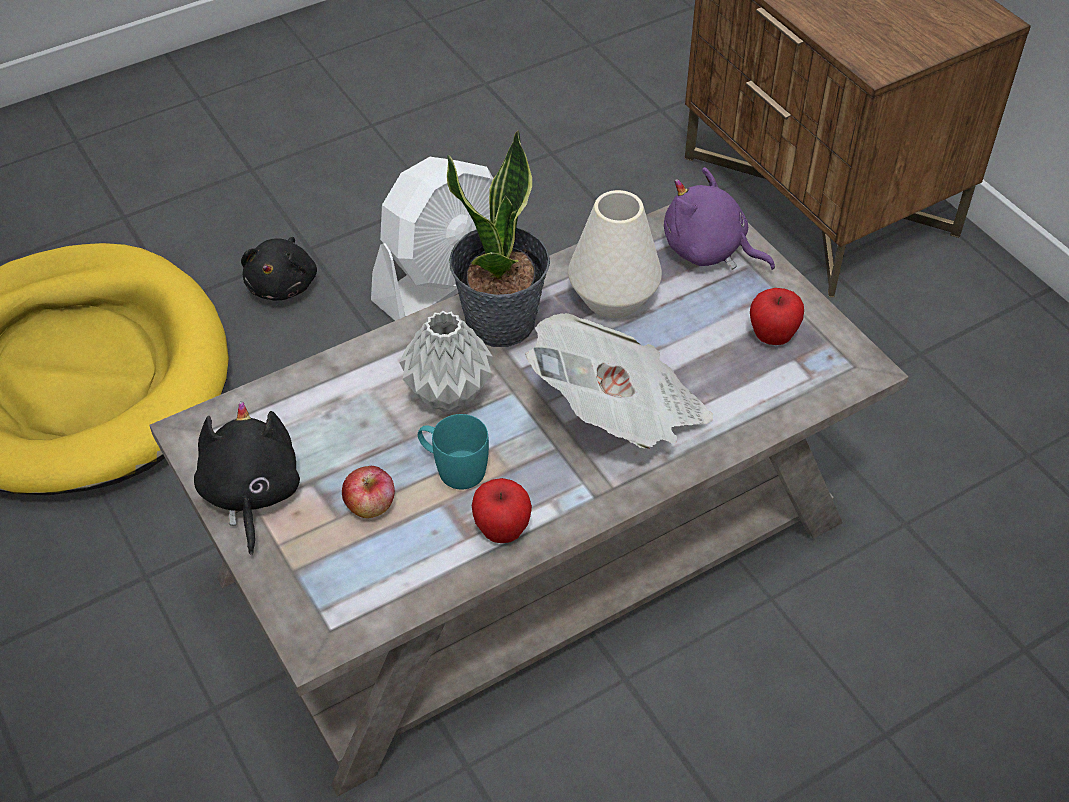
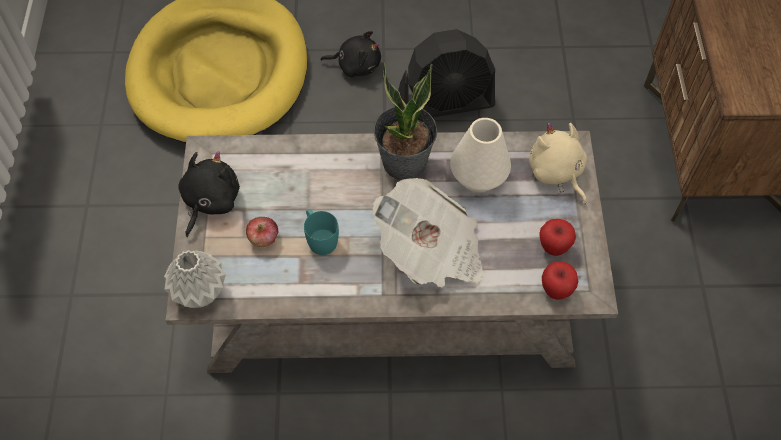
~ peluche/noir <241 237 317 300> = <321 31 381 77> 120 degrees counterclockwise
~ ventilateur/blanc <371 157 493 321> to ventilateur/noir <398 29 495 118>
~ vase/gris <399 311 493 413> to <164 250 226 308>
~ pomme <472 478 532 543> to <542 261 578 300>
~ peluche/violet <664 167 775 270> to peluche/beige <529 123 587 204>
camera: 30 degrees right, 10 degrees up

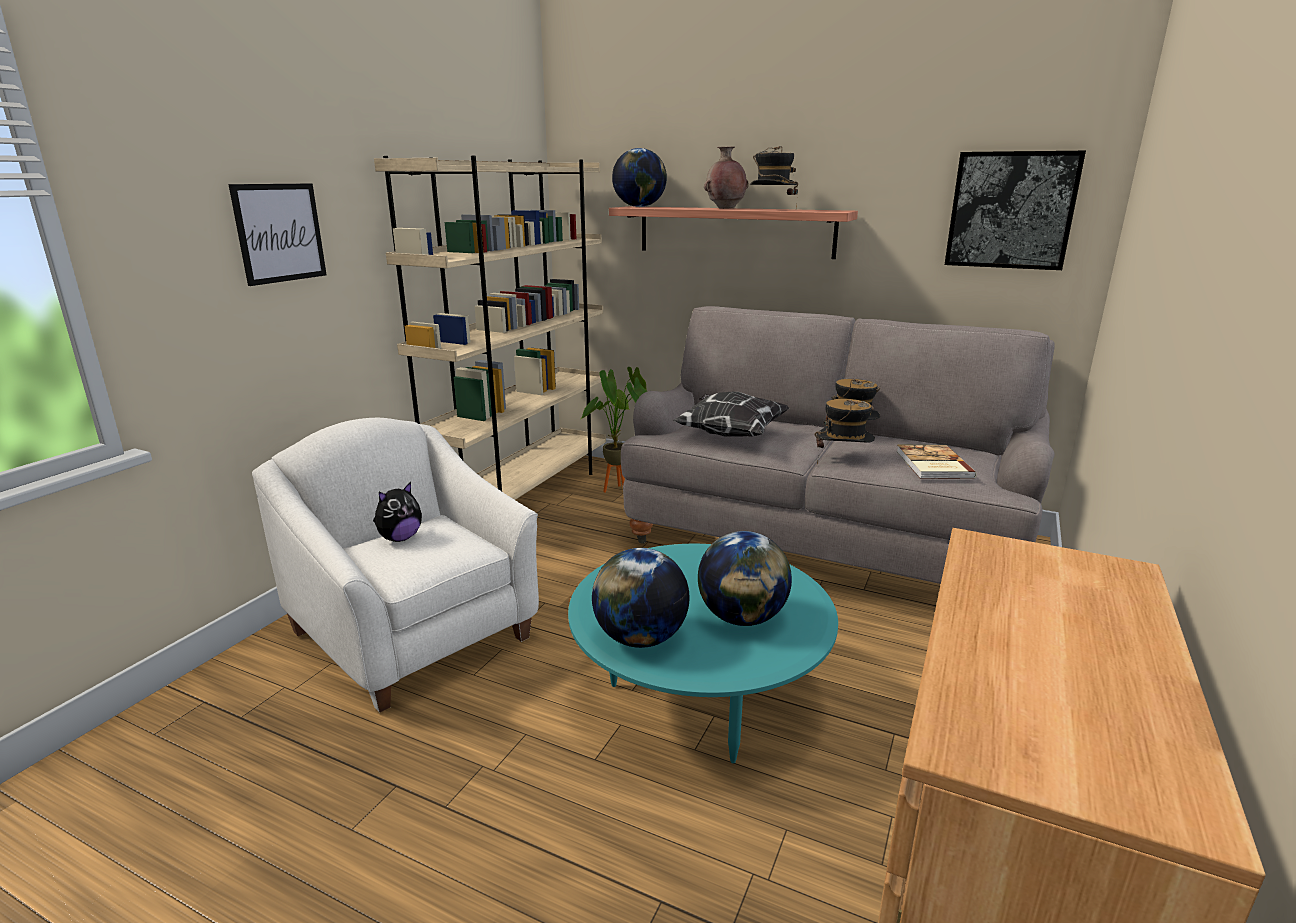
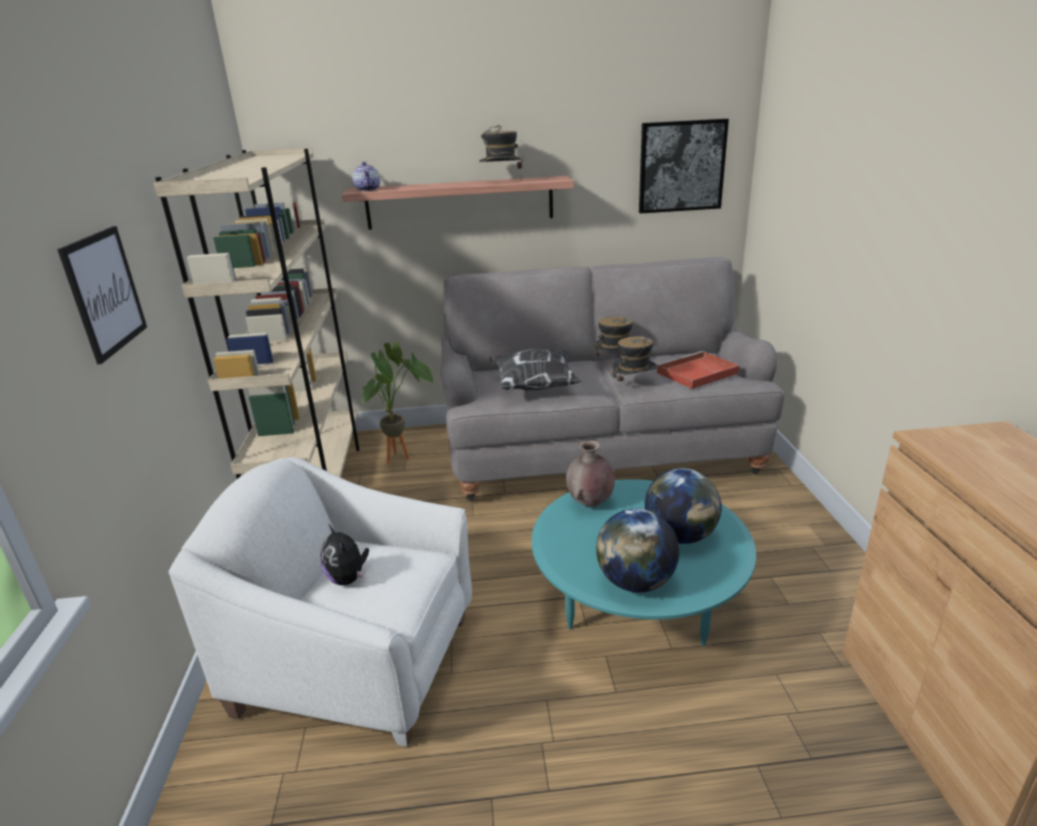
~ peluche <373 482 422 542> = <321 525 369 585> 135 degrees clockwise
~ globe <612 148 667 207> to théière <352 162 380 191>
~ vase/marron <704 147 749 209> to <566 440 615 507>
~ livre <896 445 976 479> to plateau/rouge <657 351 739 389>
camera: 30 degrees left, 5 degrees up

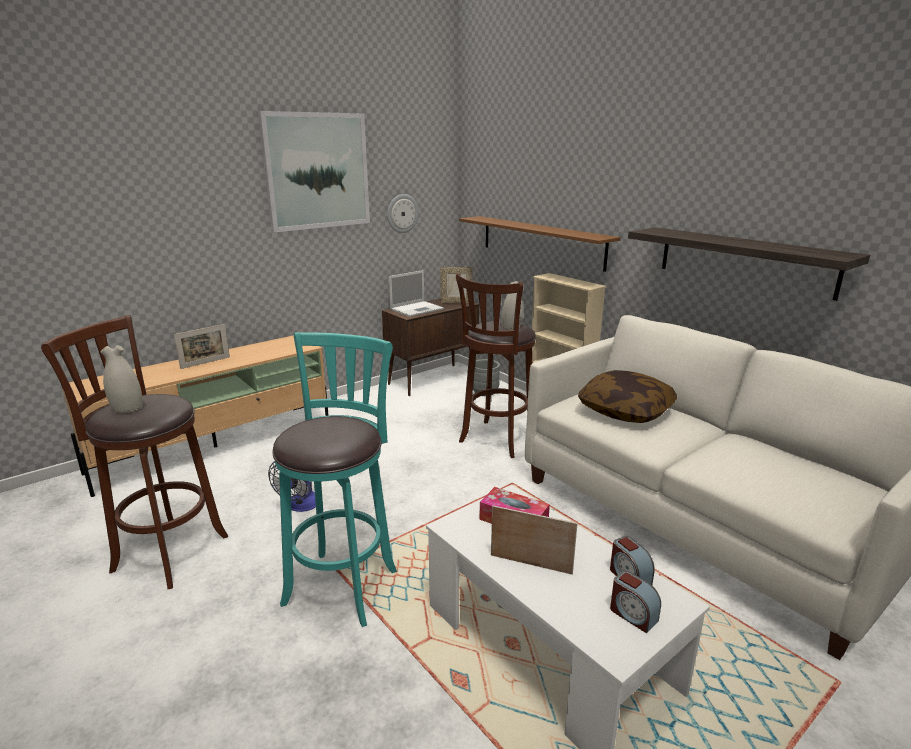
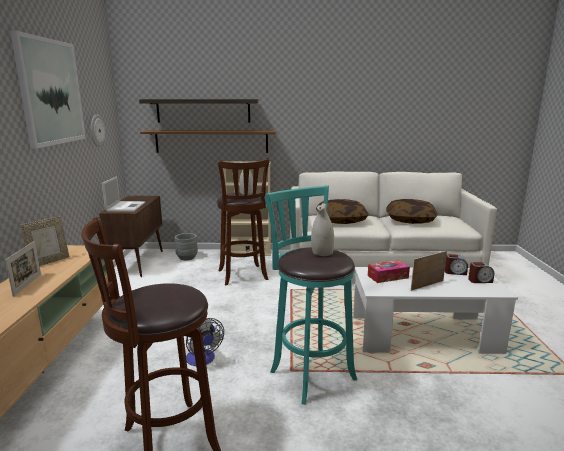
~ vase/blanc <100 345 143 414> to <311 203 334 256>
~ cadre photo <440 267 472 303> to <20 216 69 266>
~ étagère <628 227 870 301> to <139 99 258 123>
+ coussin <386 199 438 224>
camera: 50 degrees left, 5 degrees down

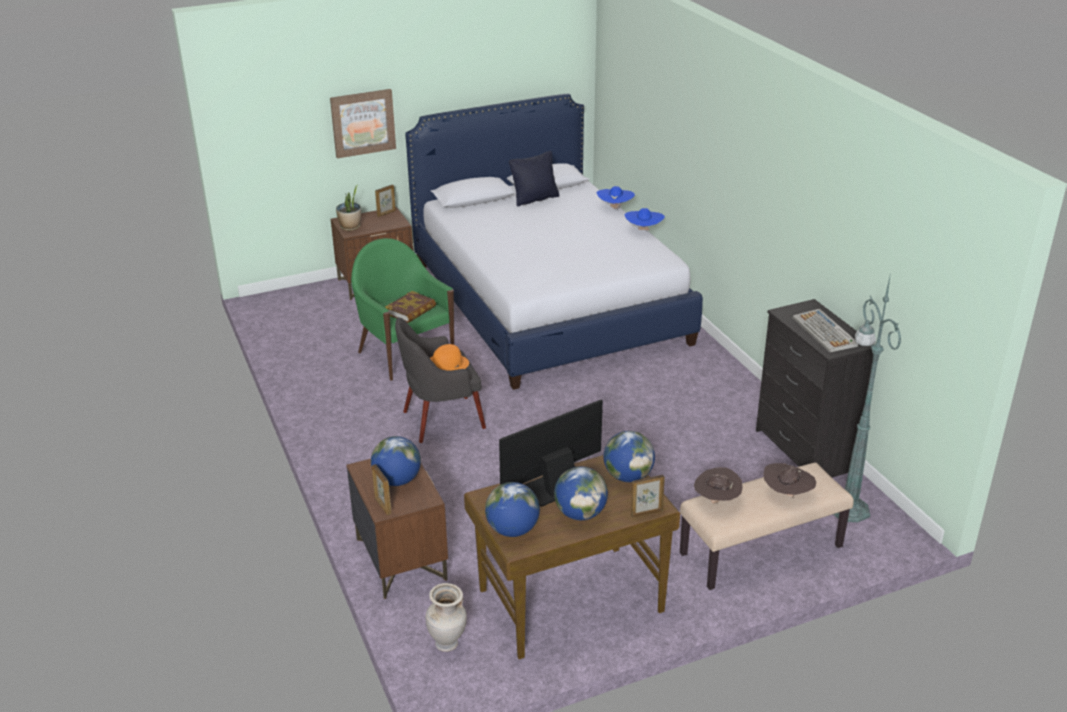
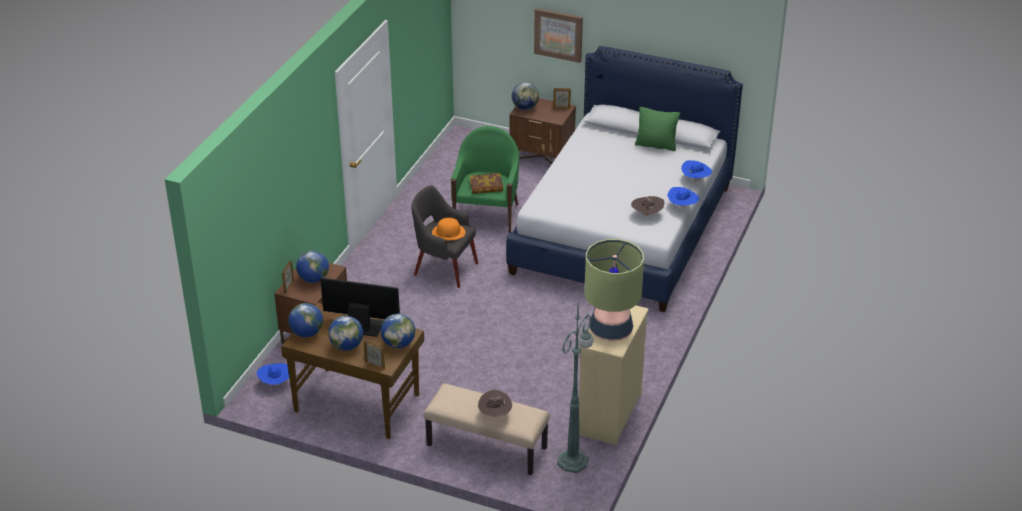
~ plante en pot <336 185 361 231> to globe <512 82 539 110>
~ vase/beige <425 583 467 652> to chapeau/bleu <256 363 289 385>
~ coussin/noir <509 151 559 207> to coussin/vert <635 107 680 151>
~ chapeau/marron <694 467 743 503> to <631 196 665 217>
~ commode/noir <756 299 875 478> to commode/beige <579 305 649 445>
~ clavier <793 309 858 352> to lampe de table <584 239 644 342>
camera: 45 degrees right, 5 degrees up

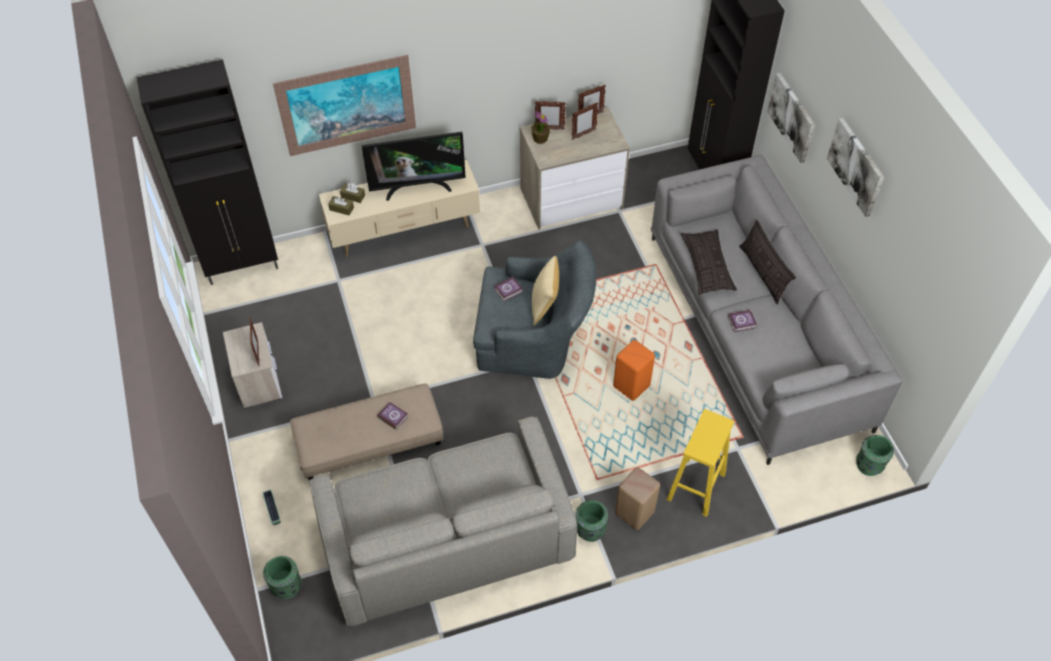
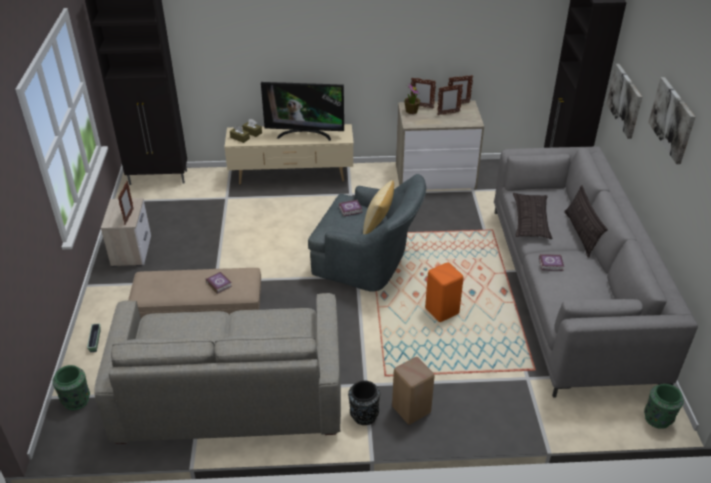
- tableau <273 55 416 156>
~ vase/vert <575 500 608 542> to vase/noir <348 380 380 425>
- tabouret/jaune <667 409 734 517>
camera: 15 degrees right, 15 degrees down

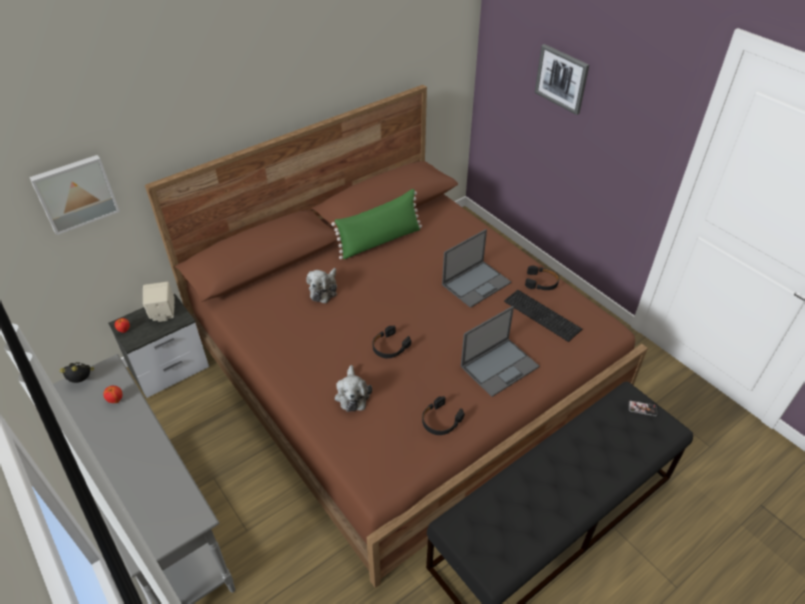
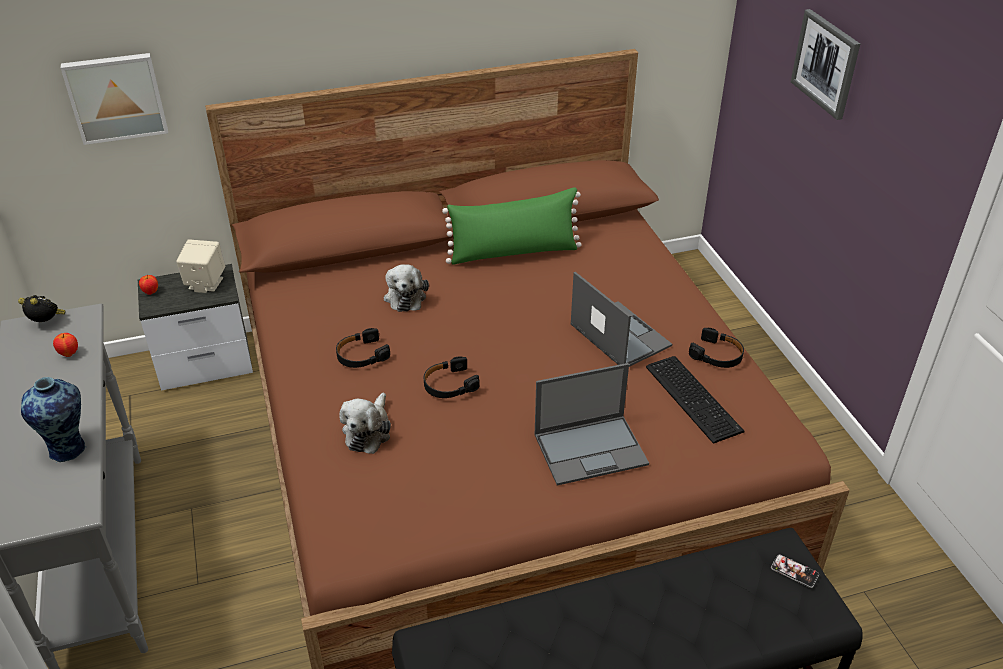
~ peluche <306 268 337 303> = <384 264 429 312> 45 degrees counterclockwise
~ casque audio/noir <422 396 465 435> to <336 328 390 368>
~ ordinateur portable <442 229 511 308> = <571 272 672 367> 105 degrees counterclockwise
+ vase <21 377 87 463>
camera: 20 degrees right, 5 degrees down

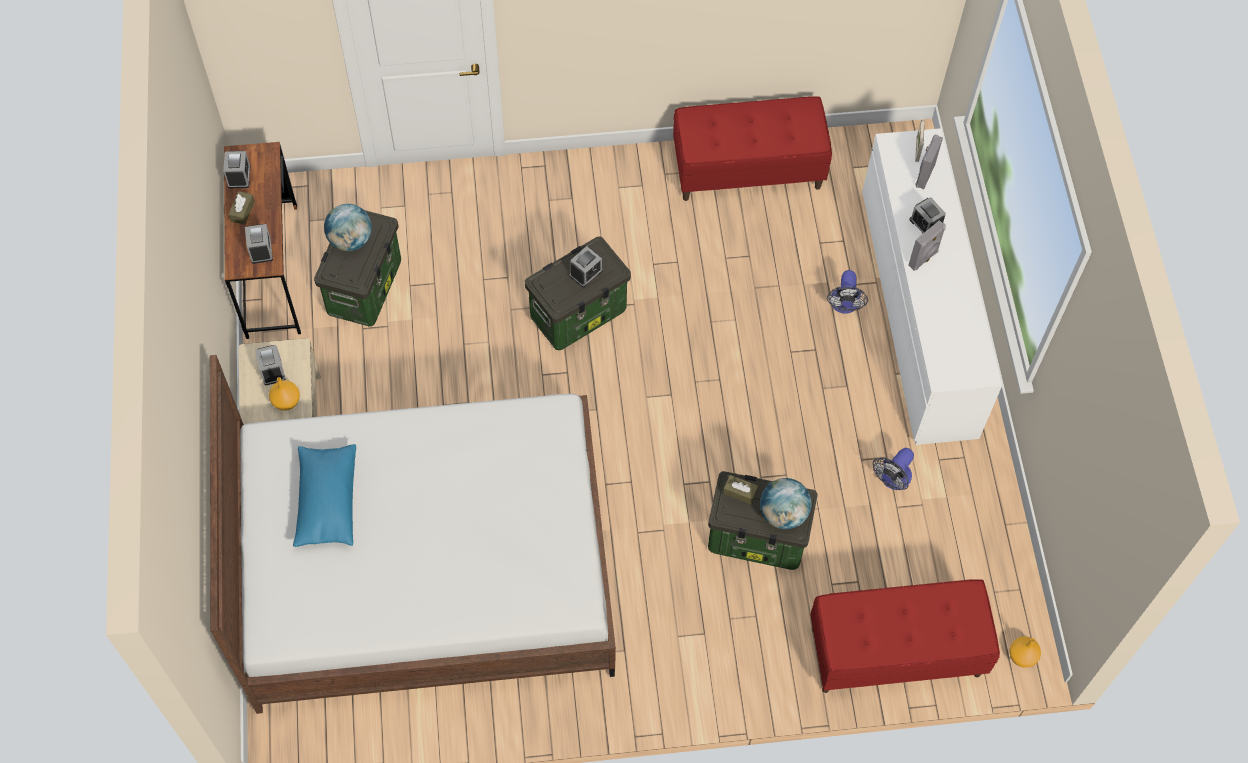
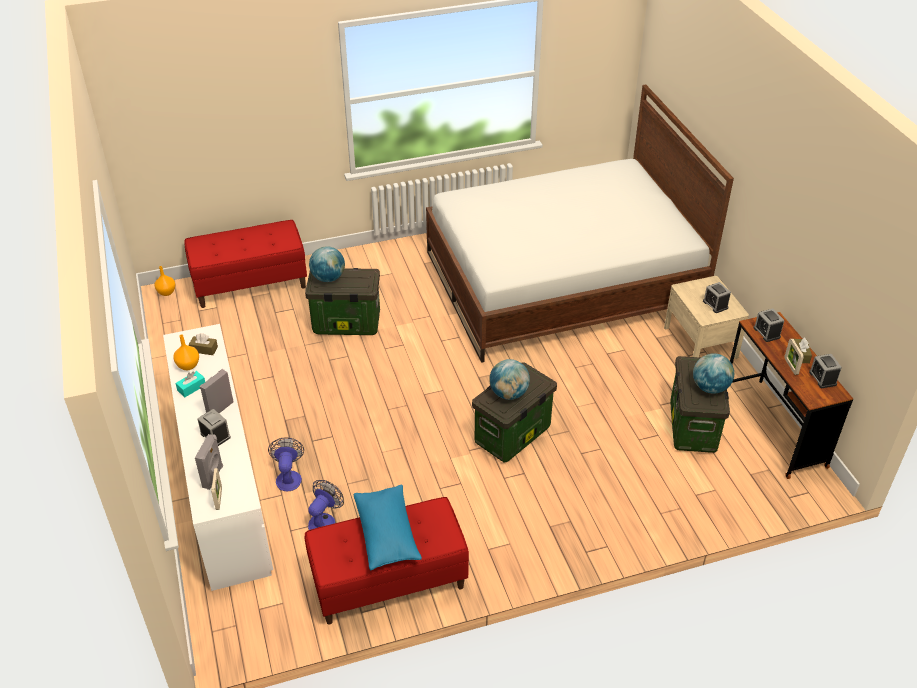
~ vase/orange <269 377 300 411> to <173 335 199 370>
~ coussin/bleu <293 444 356 547> to <354 485 422 570>
~ réveil <569 246 603 288> to globe <489 359 530 400>
~ boîte à mouchoirs/marron <723 475 758 505> to <189 333 218 355>
~ ventilateur <873 448 914 490> to <308 480 344 530>
+ boîte à mouchoirs/turquoise <175 371 205 397>
+ cadre photo <784 339 804 375>
camera: 170 degrees right, 20 degrees down

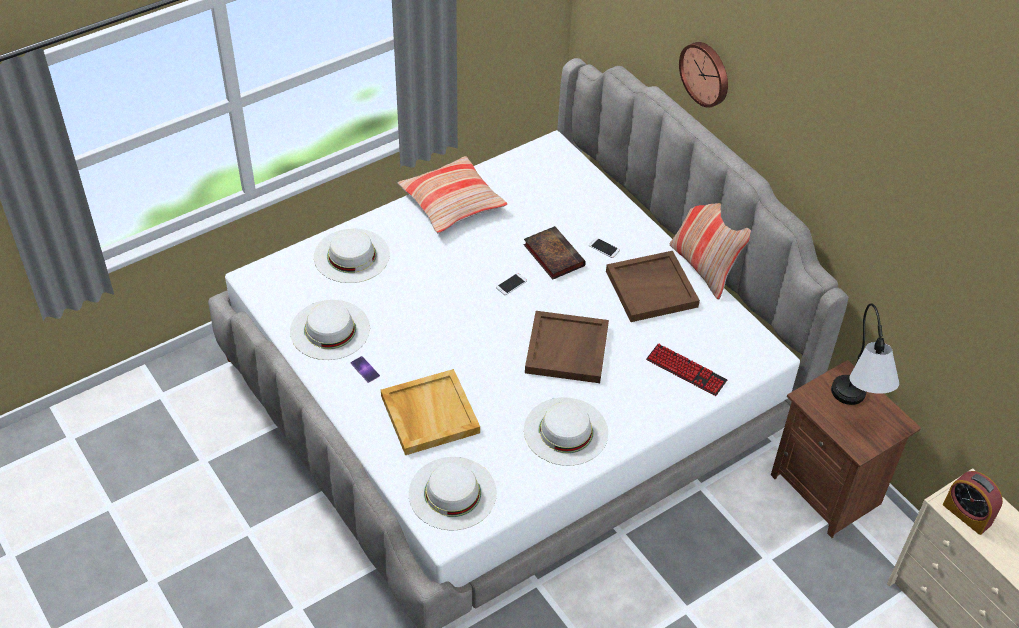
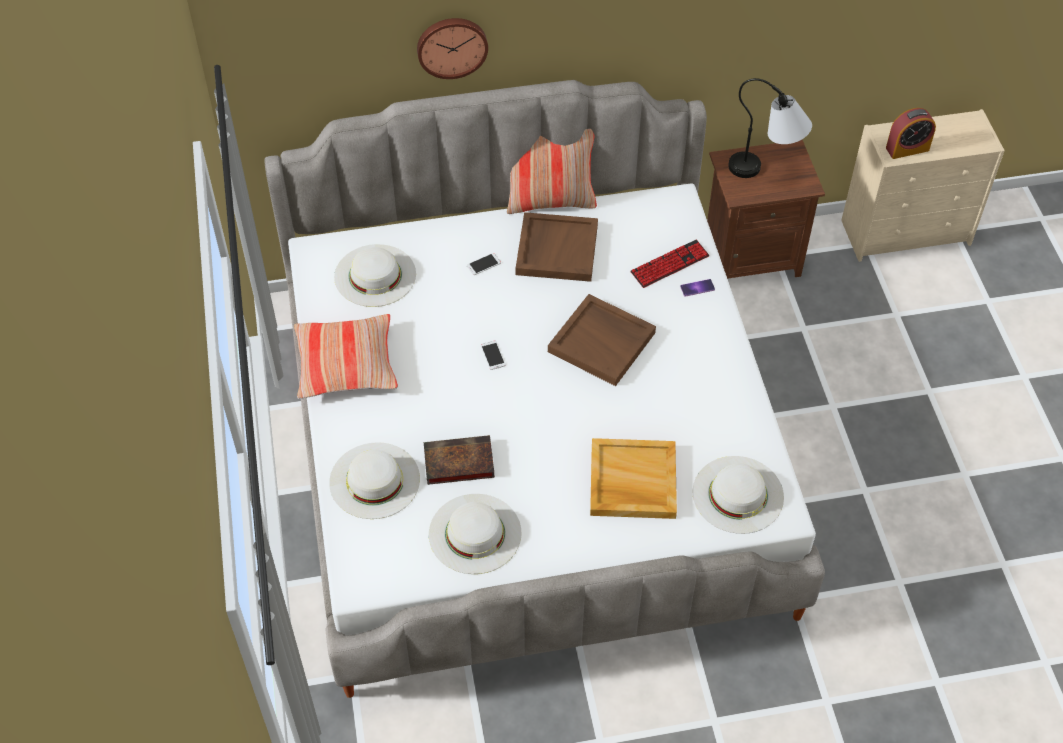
~ téléphone <350 356 380 383> to <680 279 715 297>
~ livre <524 226 586 280> to <424 435 495 485>
~ chapeau/blanc <524 397 608 466> to <334 244 416 307>
camera: 65 degrees left, 5 degrees up

